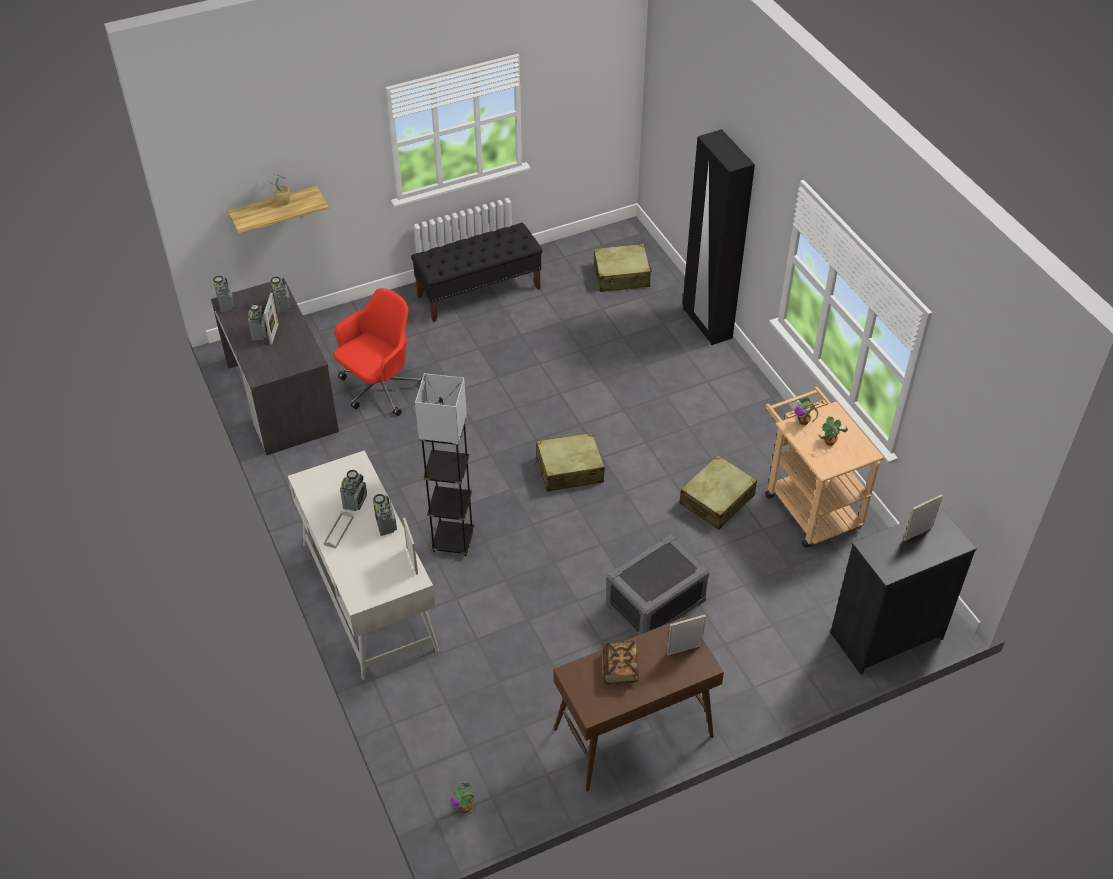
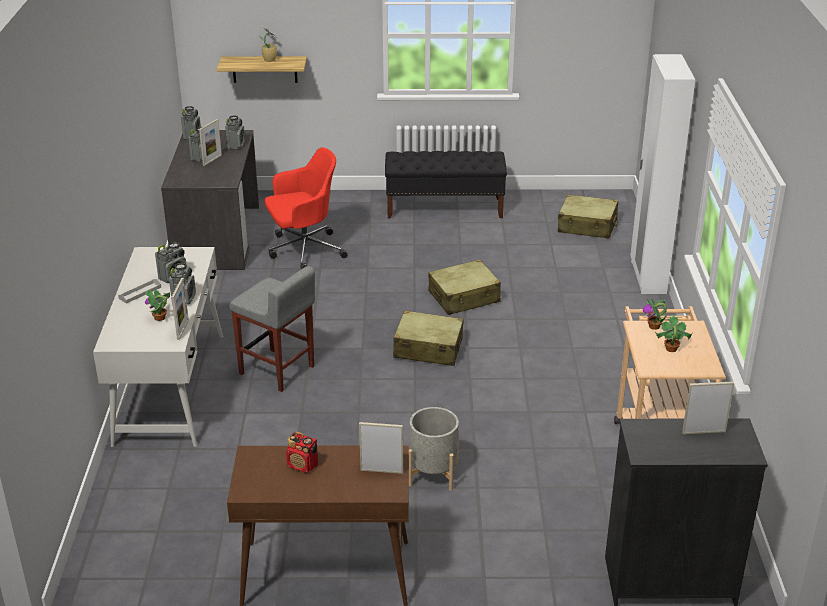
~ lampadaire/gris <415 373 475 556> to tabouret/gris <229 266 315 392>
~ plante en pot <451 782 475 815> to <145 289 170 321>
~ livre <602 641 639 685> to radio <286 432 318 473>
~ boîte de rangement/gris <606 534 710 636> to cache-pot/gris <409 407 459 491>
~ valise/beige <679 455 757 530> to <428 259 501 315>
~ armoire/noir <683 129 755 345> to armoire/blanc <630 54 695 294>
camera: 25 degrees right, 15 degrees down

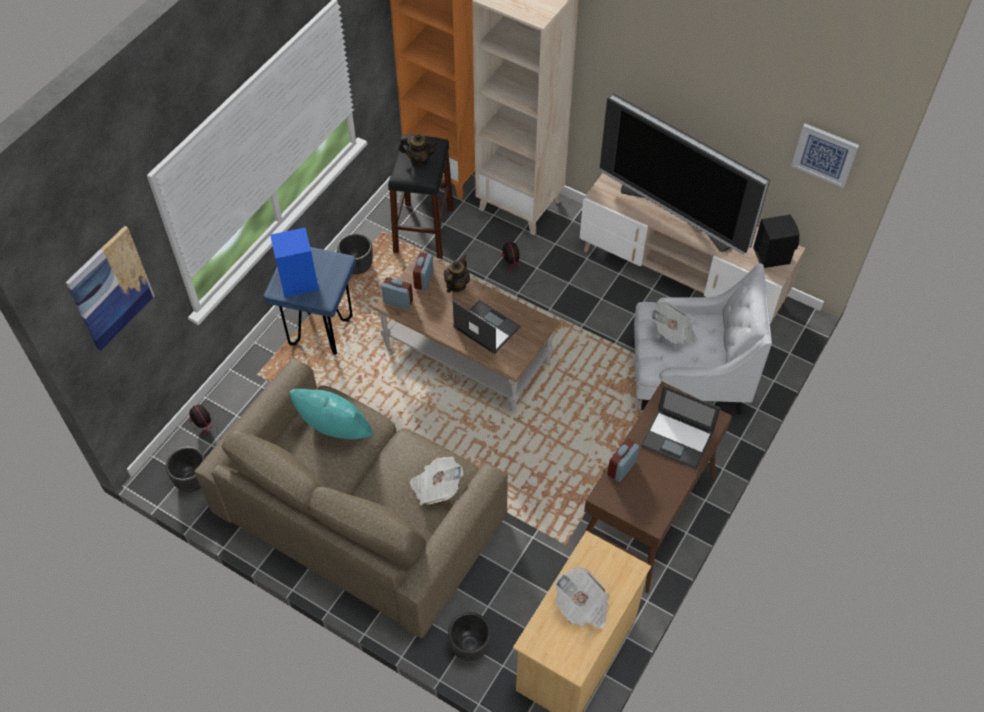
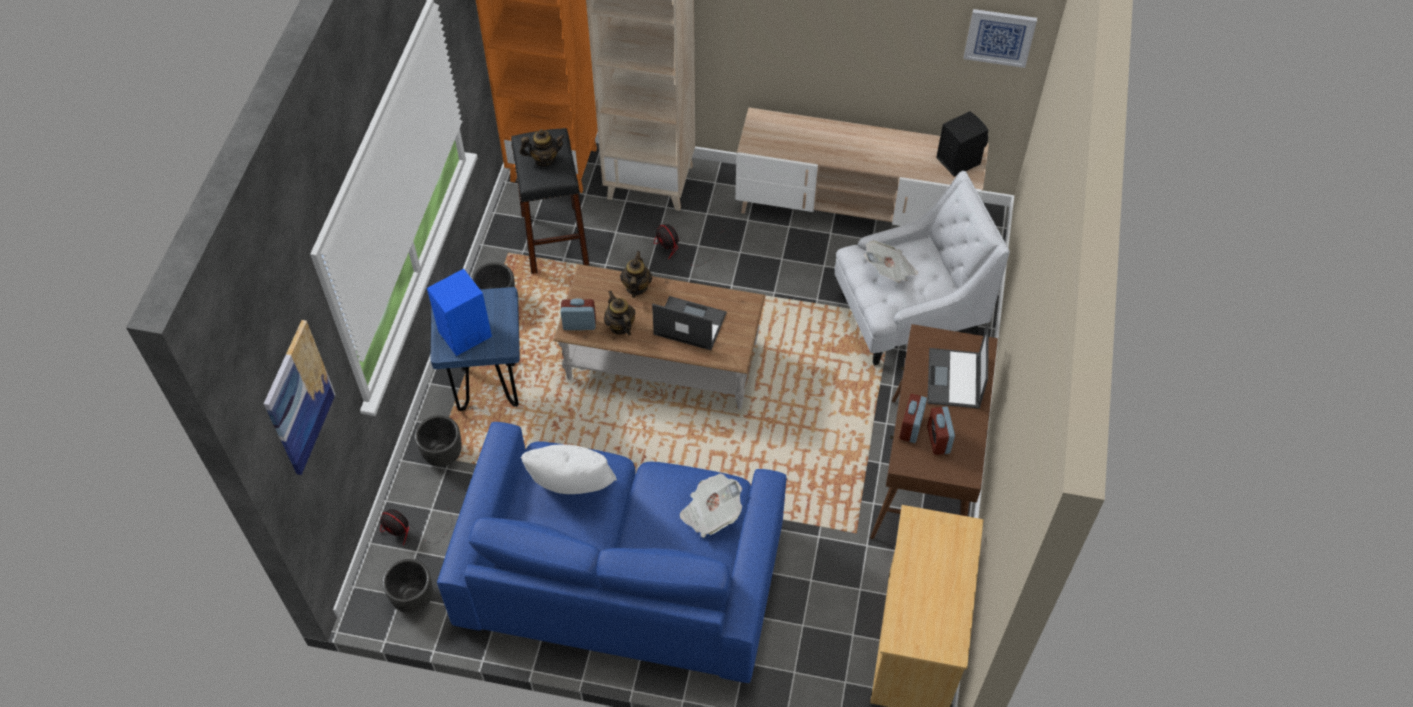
~ canapé/marron <194 359 508 638> to canapé/bleu <437 422 787 683>
~ coussin/turquoise <289 389 373 440> to coussin/blanc <521 444 617 494>
~ réveil <413 252 433 291> to <927 406 955 455>
~ cache-pot/noir <448 612 491 661> to <415 415 462 467>
- journal <555 567 610 629>
- téléviseur <600 93 770 255>
~ ordinateur portable <641 385 721 469> = <927 324 989 409> 90 degrees clockwise
+ théière <604 290 635 335>
camera: 20 degrees left, 0 degrees up

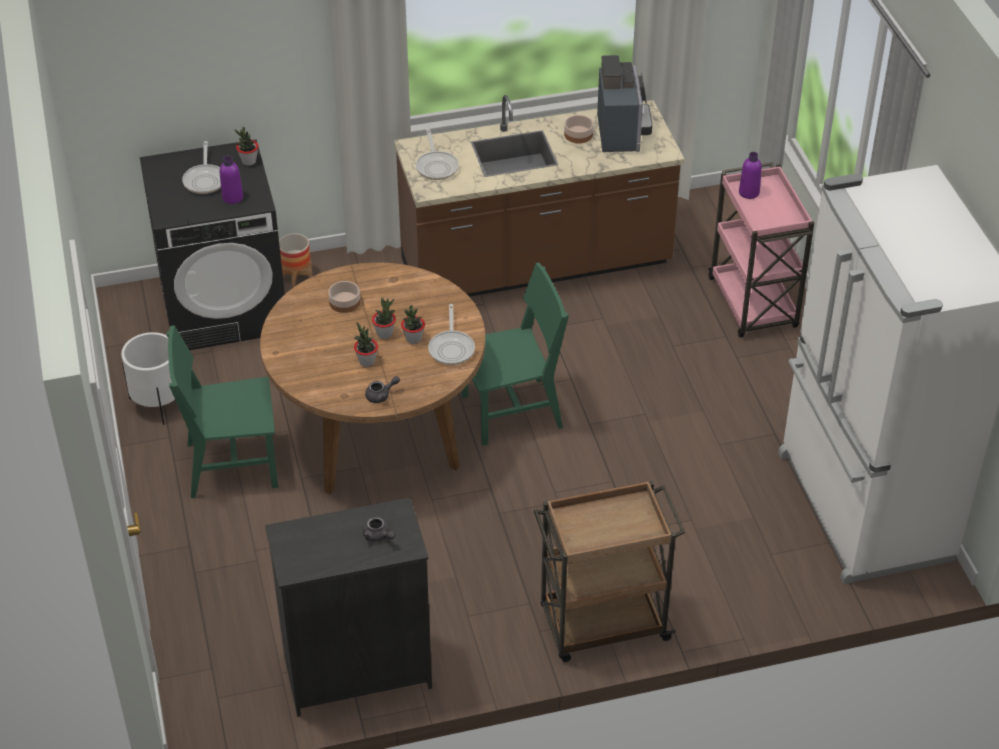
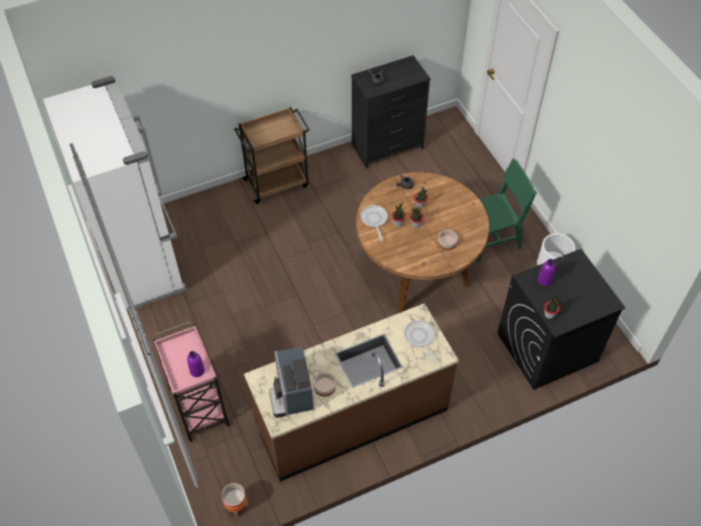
- poêle <182 141 221 194>
~ cache-pot <279 233 312 287> to <221 483 249 518>
- chaise/vert <461 263 569 446>
camera: 170 degrees right, 10 degrees up

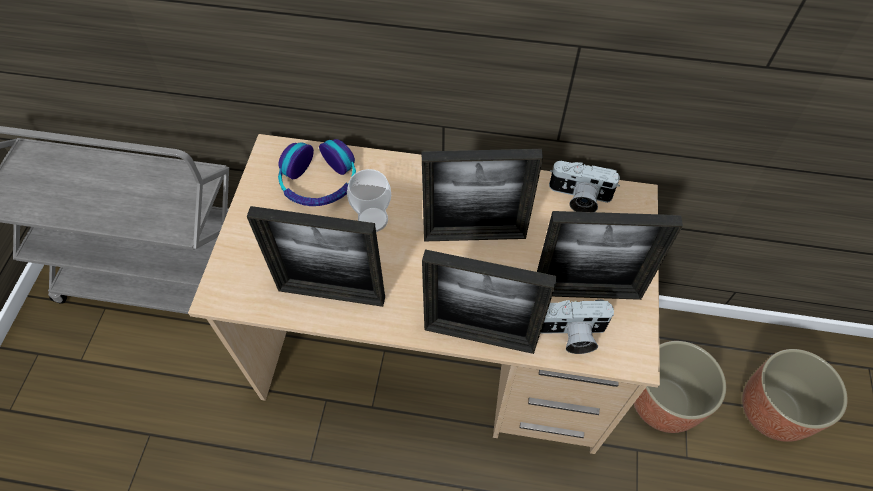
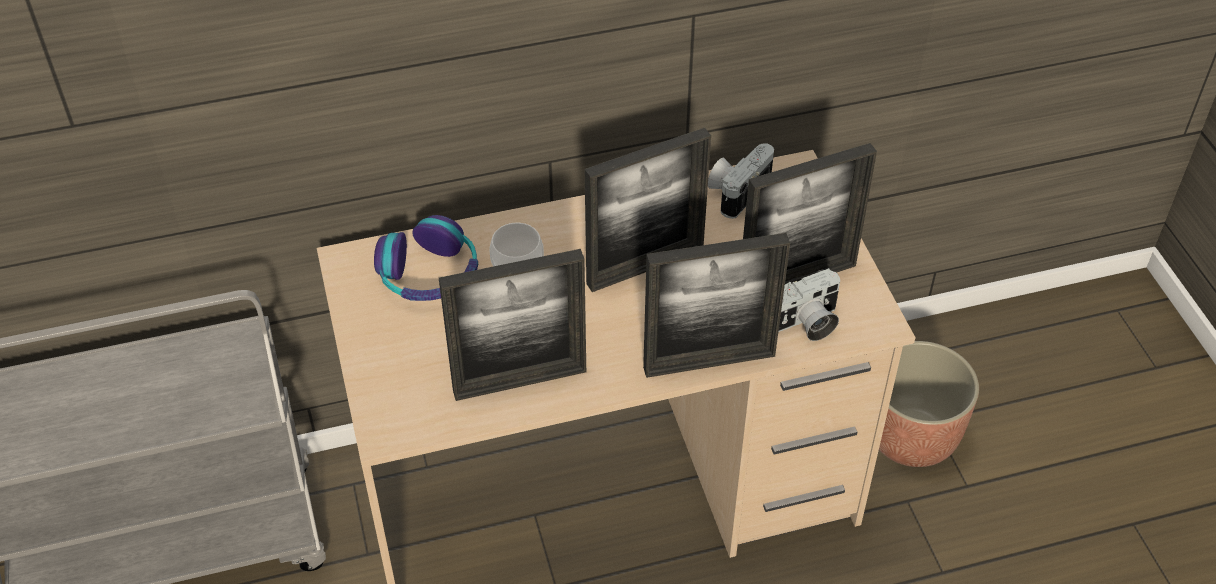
~ appareil photo <549 161 620 212> = <708 143 774 219> 135 degrees clockwise
- cache-pot <742 349 848 442>
camera: 25 degrees left, 10 degrees down

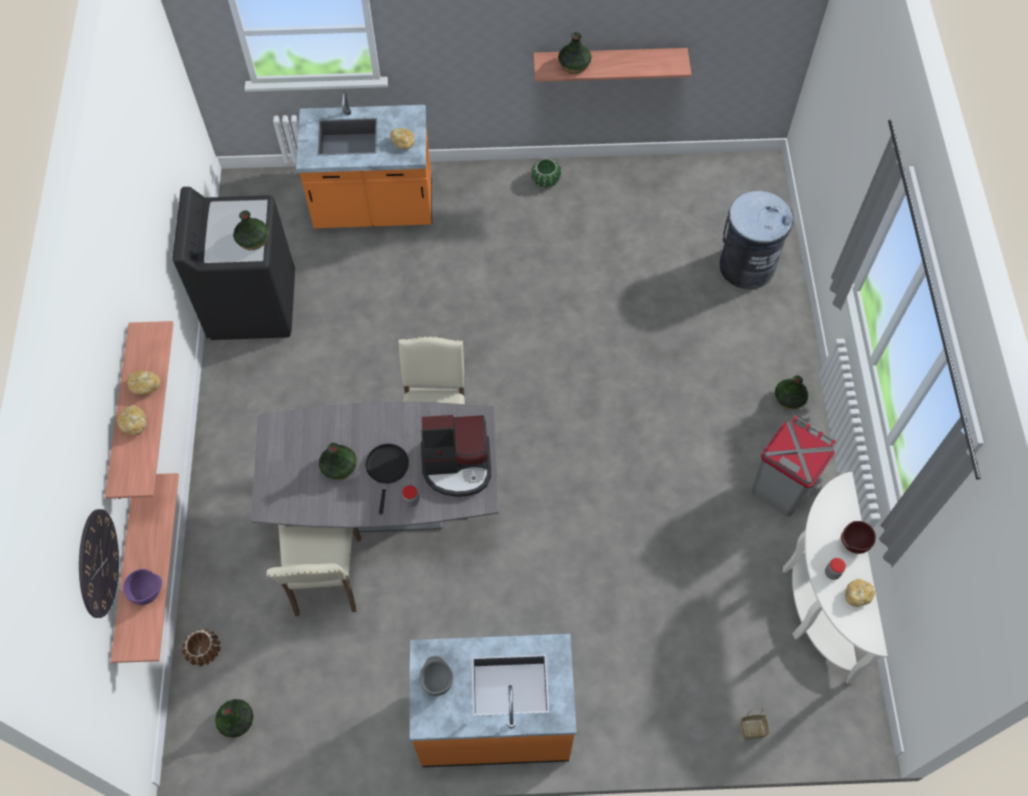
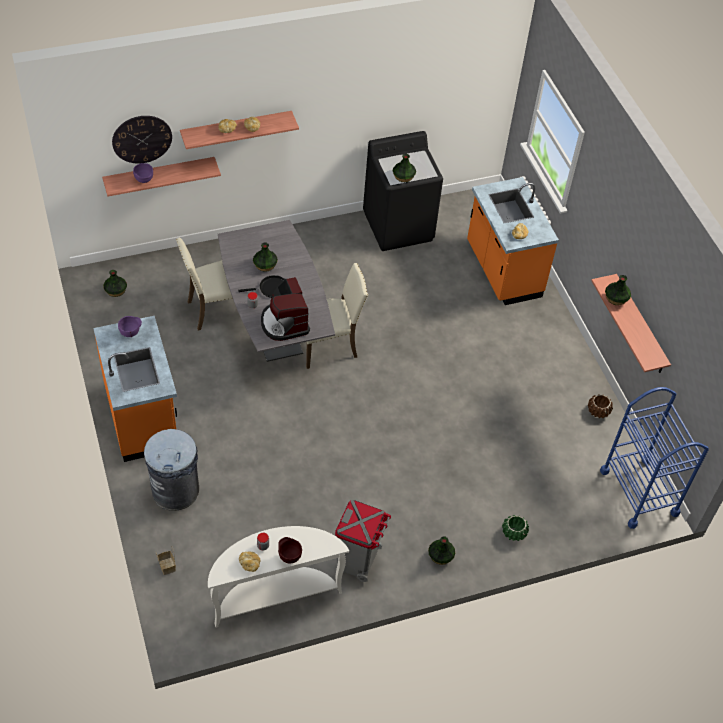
~ cache-pot/marron <182 629 221 666> to <588 394 613 418>
~ bol/gris <419 656 453 696> to bol/violet <118 316 142 337>
~ cache-pot/vert <531 158 561 188> to <502 515 529 541>
~ poubelle/gris <720 191 794 289> to <144 429 199 511>
+ chariot/bleu <600 387 709 529>
camera: 70 degrees right, 10 degrees down

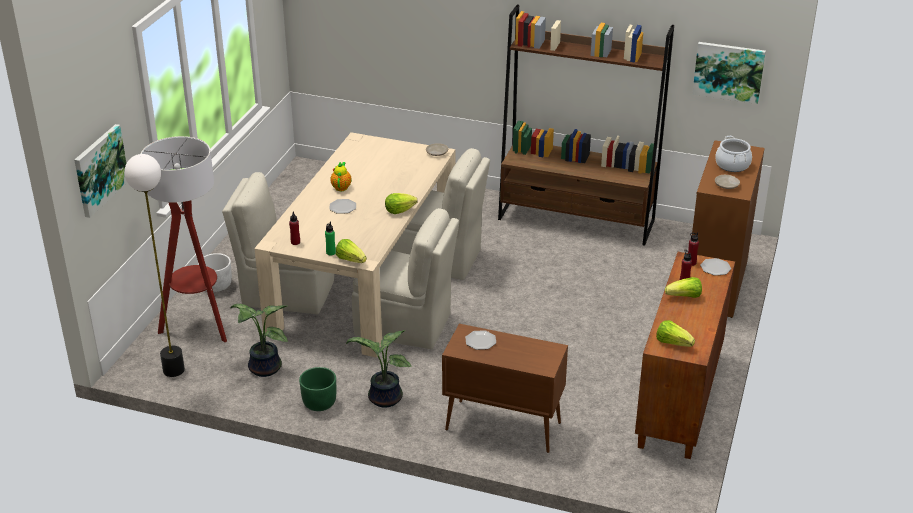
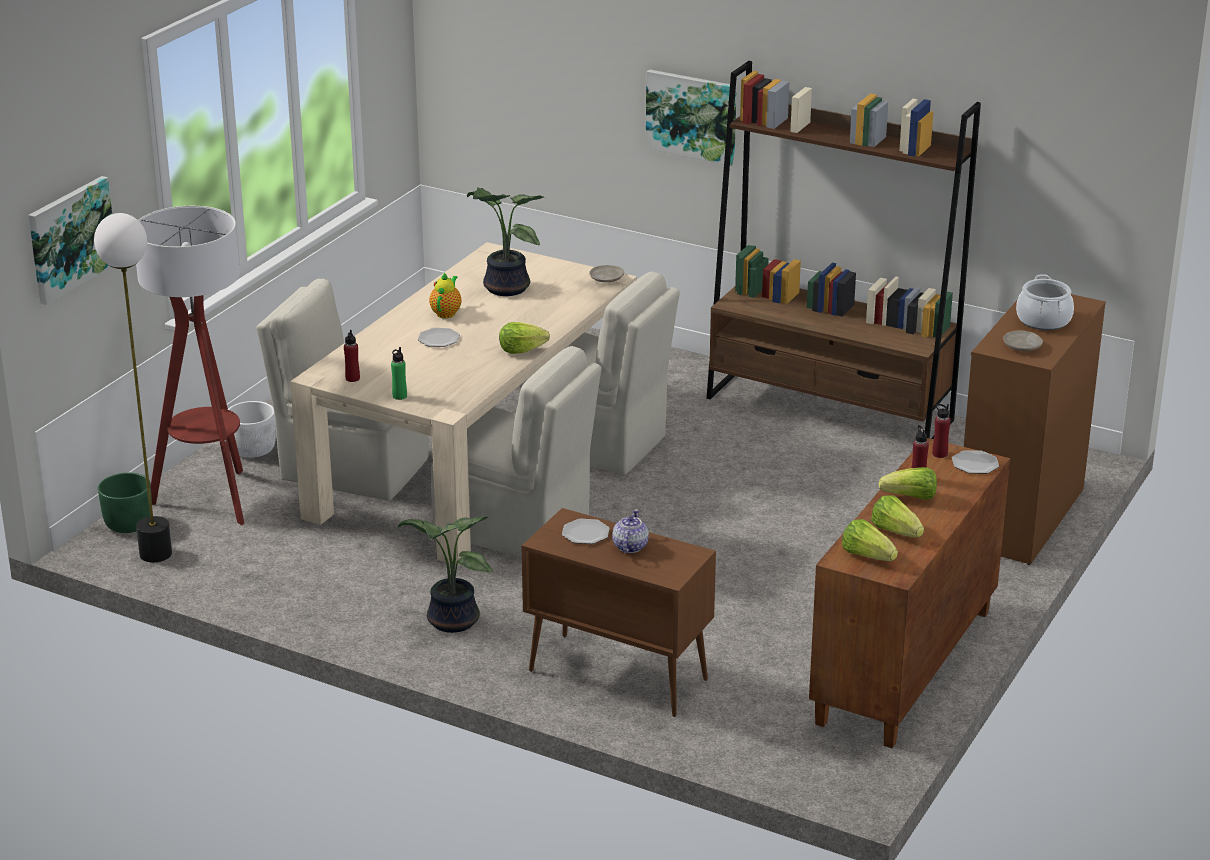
~ plante en pot <230 304 288 377> to <467 187 544 296>
~ cache-pot/vert <299 367 336 411> to <98 473 152 533>
~ laitue <336 239 367 263> to <871 495 924 538>
~ tableau <692 42 766 104> to <646 69 737 166>
+ théière <612 509 649 553>
camera: 10 degrees right, 5 degrees down

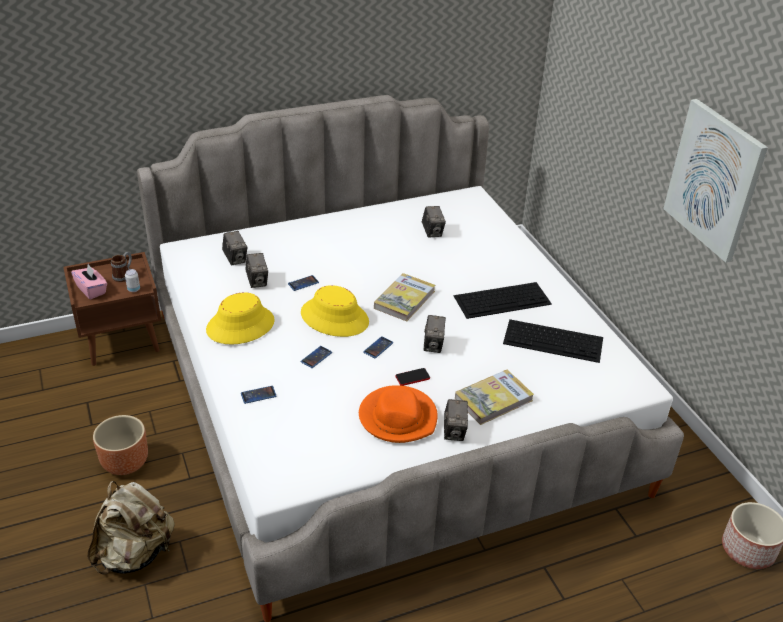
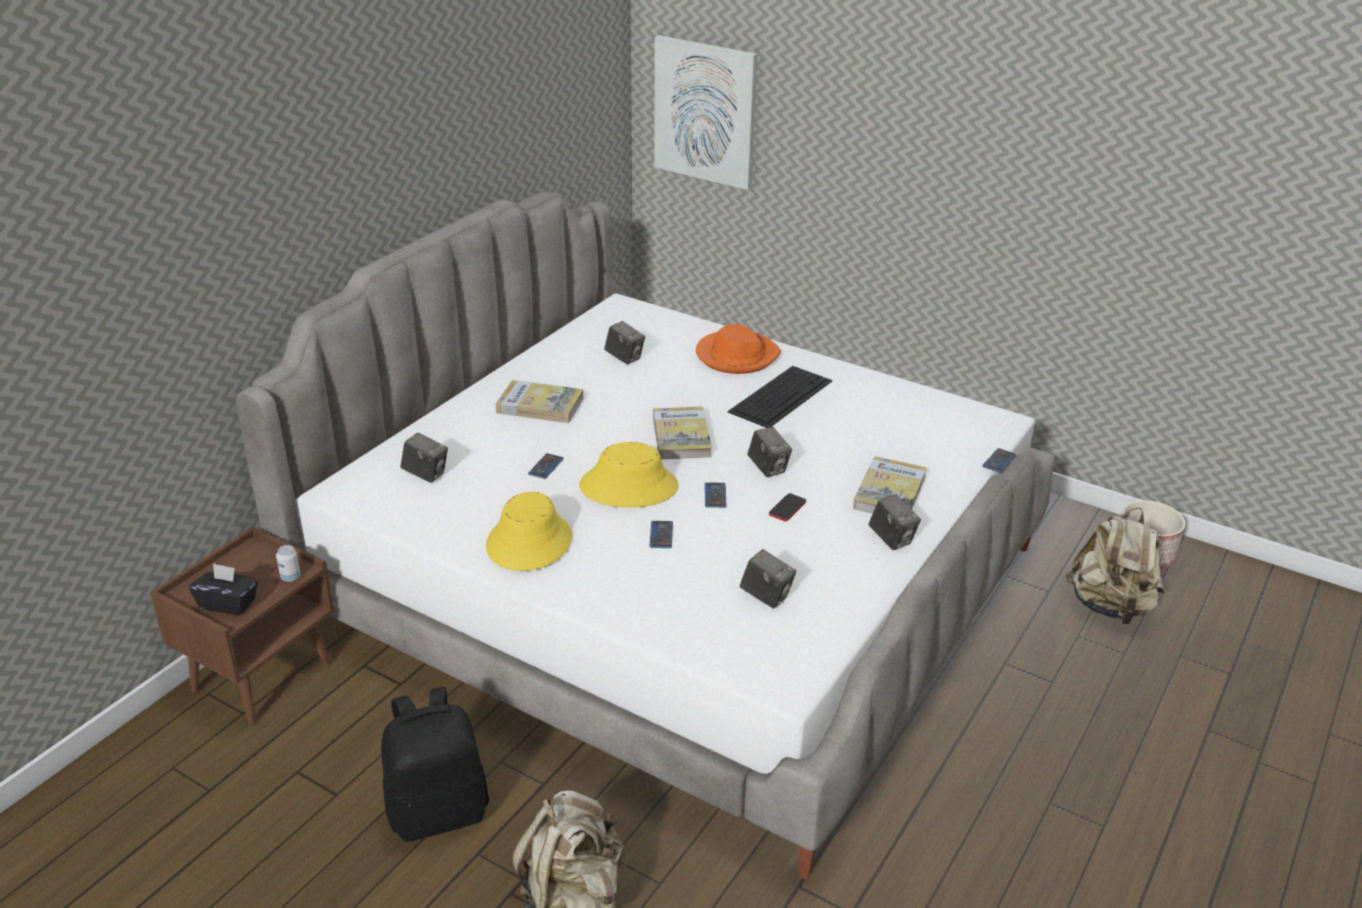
~ boîte à mouchoirs/rose <71 264 107 299> to boîte à mouchoirs/noir <189 563 258 615>
~ cache-pot/marron <93 415 148 475> to sac à dos/noir <381 687 489 842>
- mug <111 252 132 282>
~ téléphone <241 386 277 404> to <982 448 1016 473>
~ appareil photo <245 253 268 288> to <740 549 796 609>
~ chapeau/orange <359 385 438 443> to <696 324 781 374>
- clavier <503 319 603 363>
~ tableau <663 99 768 263> to <655 35 758 190>
+ livre <496 380 584 423>
+ sac à dos/beige <1066 508 1164 624>
camera: 35 degrees left, 5 degrees down

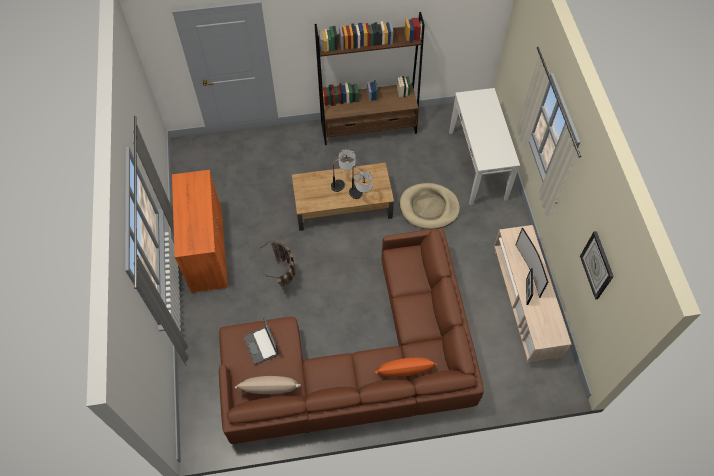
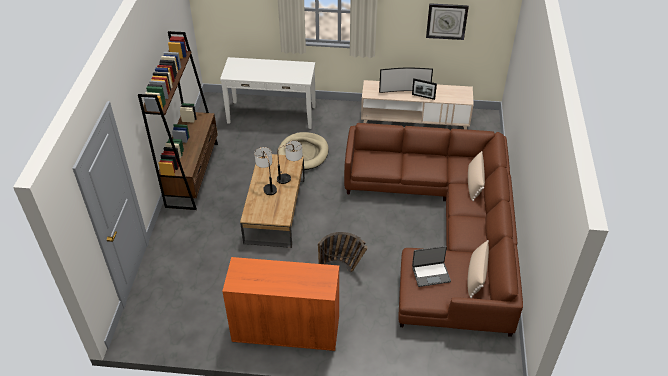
~ coussin/orange <375 357 437 377> to coussin/beige <468 151 485 201>
camera: 75 degrees left, 15 degrees down

